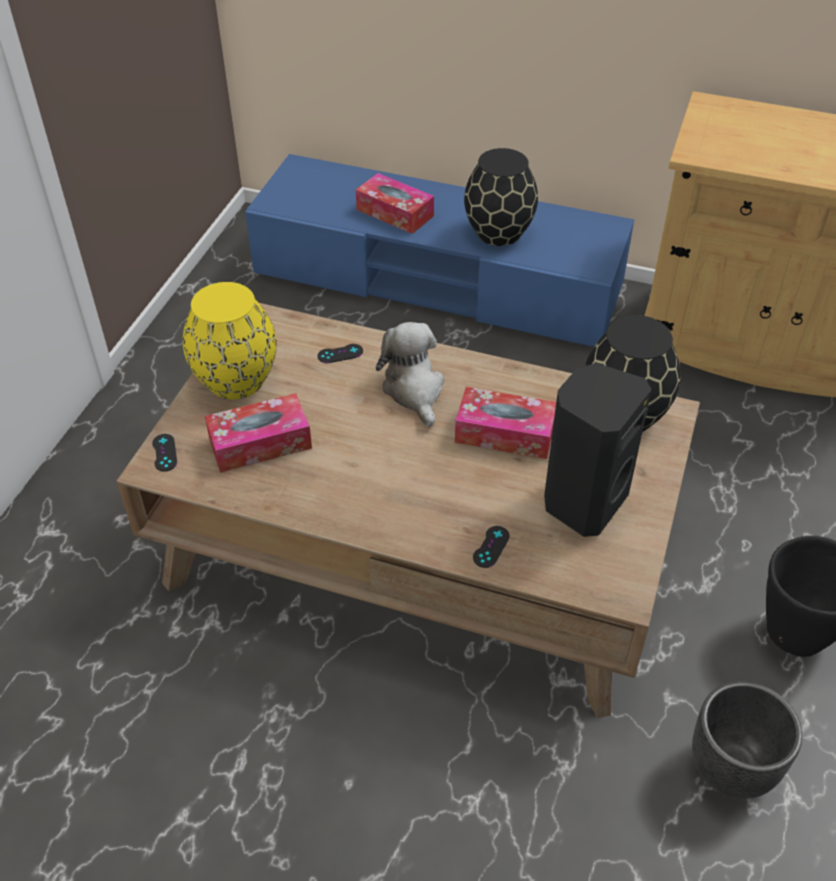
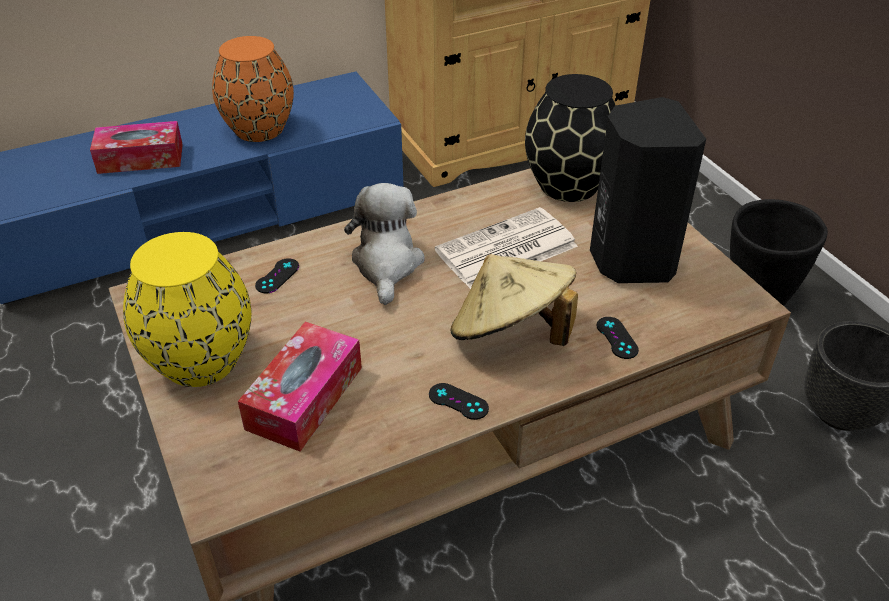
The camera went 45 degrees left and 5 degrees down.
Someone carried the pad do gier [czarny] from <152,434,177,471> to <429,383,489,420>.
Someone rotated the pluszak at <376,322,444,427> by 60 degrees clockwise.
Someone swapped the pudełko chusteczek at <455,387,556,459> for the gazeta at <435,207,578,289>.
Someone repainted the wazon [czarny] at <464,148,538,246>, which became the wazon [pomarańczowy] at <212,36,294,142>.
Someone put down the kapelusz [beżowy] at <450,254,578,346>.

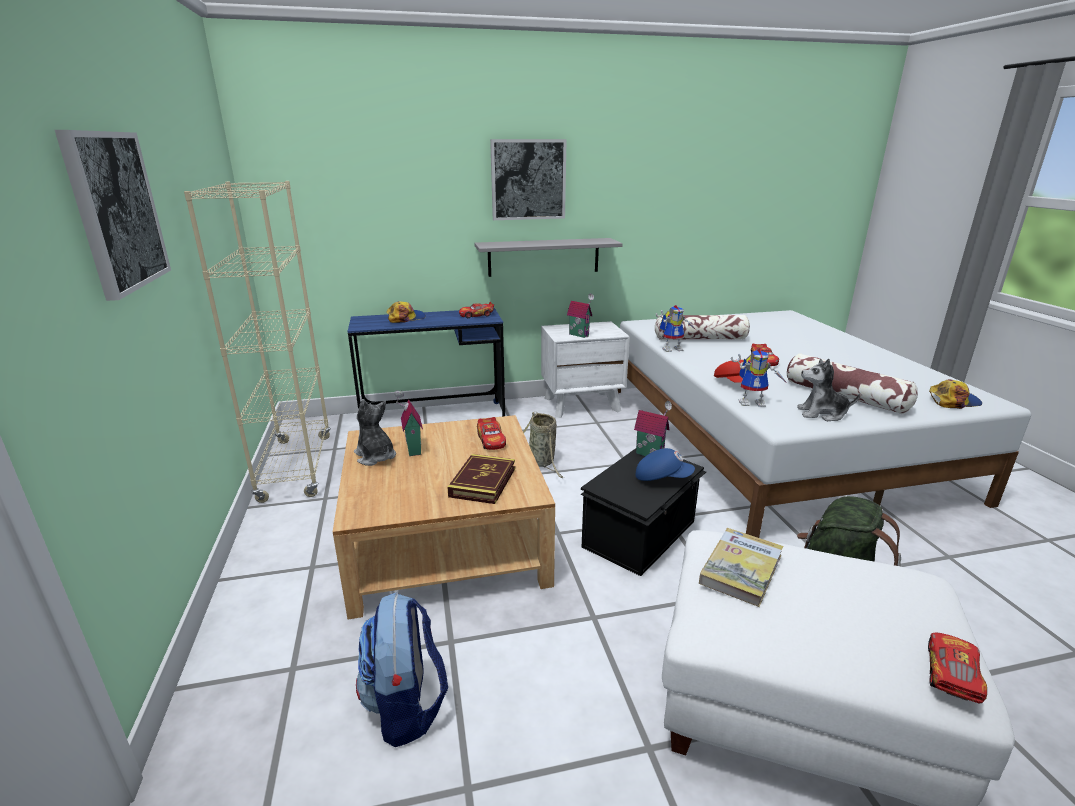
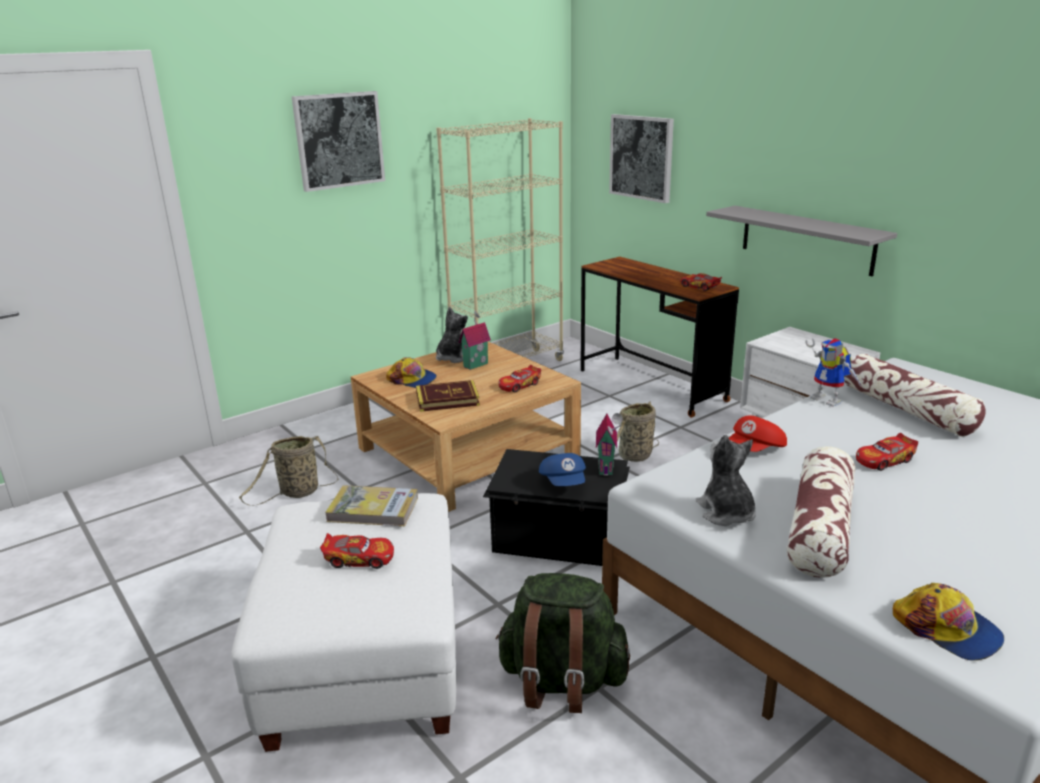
The camera went 65 degrees right and 0 degrees up.
Someone repainted the biurko [niebieski] at <347,308,505,417>, which became the biurko [brązowy] at <581,257,739,418>.
Someone swapped the plecak at <356,592,448,747> for the koszyk at <239,436,339,506>.
Someone carried the czapka z daszkiem from <386,301,426,323> to <386,357,437,388>.
Someone carried the obraz from <490,139,567,220> to <609,114,674,203>.
Someone took away the domek at <567,293,594,338>.
Someone took away the robot zabawkowy at <731,349,787,407>.
Someone carried the samochodzik from <928,632,987,703> to <320,533,394,569>.

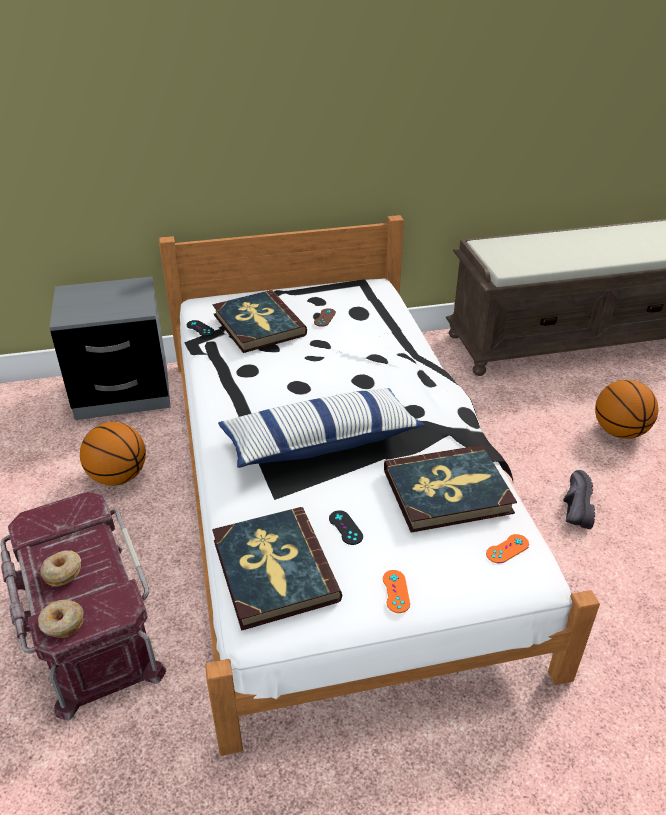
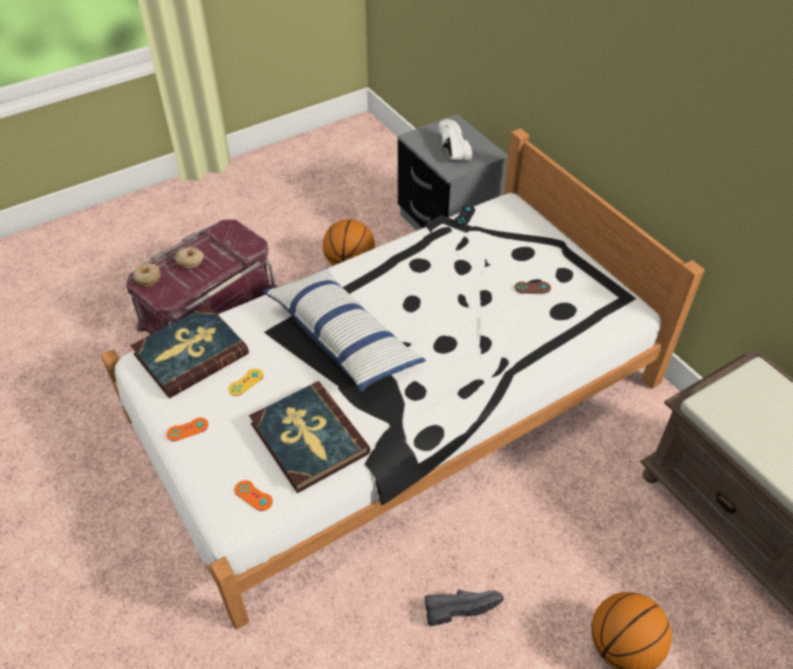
The camera went 70 degrees right and 10 degrees up.
Someone took away the książka at <213,290,307,353>.
Someone repainted the pad do gier [czarny] at <329,510,363,545>, which became the pad do gier [żółty] at <228,369,263,396>.
Someone put down the but [biały] at <439,119,472,161>.

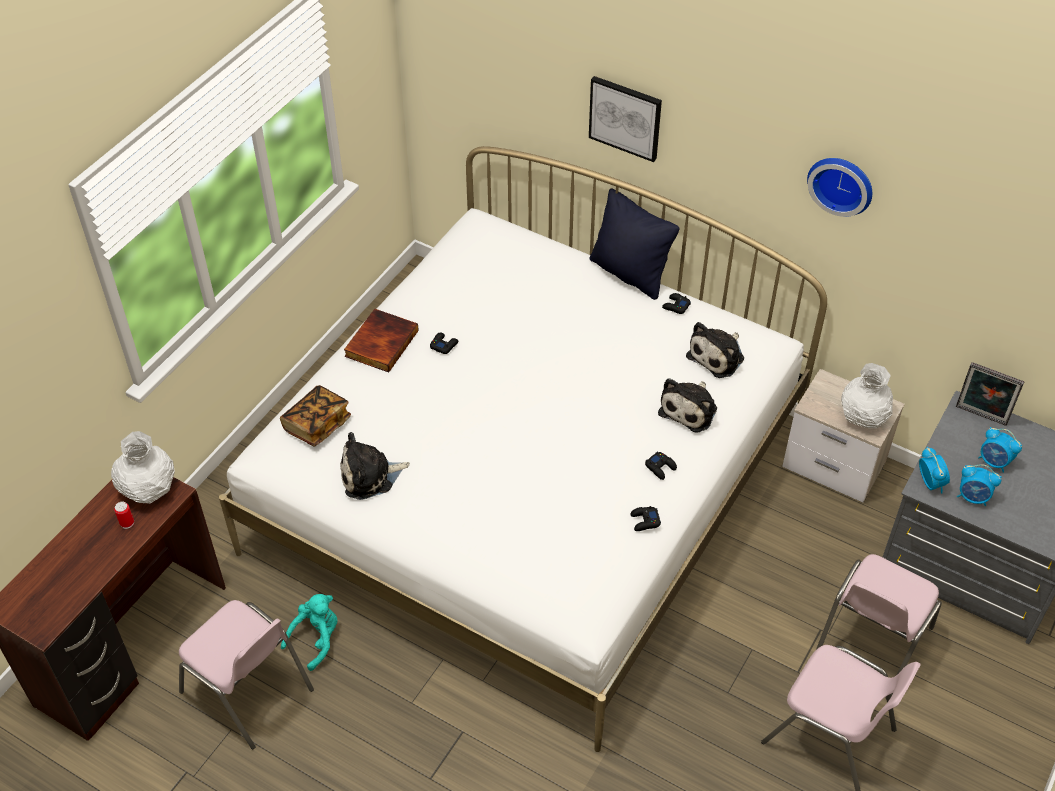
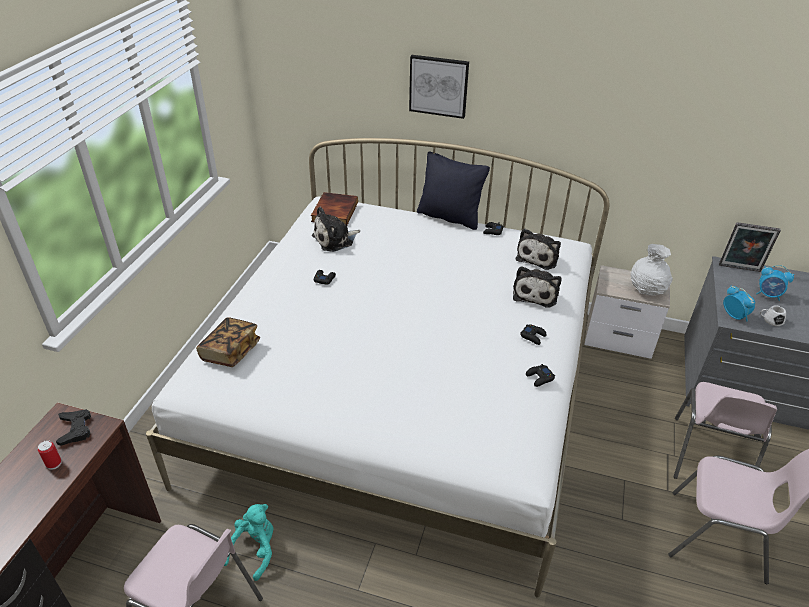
The camera went 15 degrees left and 10 degrees down.
Someone swapped the wazon [biały] at <111,431,175,504> for the pad do gier [czarny] at <56,409,91,446>.
Someone carried the pluszak from <340,432,410,500> to <312,207,360,252>.
Someone carried the książka from <344,309,419,372> to <311,192,358,225>.
Someone took away the zegar ścienny at <807,158,872,217>.
Someone swapped the budzik at <957,464,1001,506> for the kubek [biały] at <760,305,786,326>.

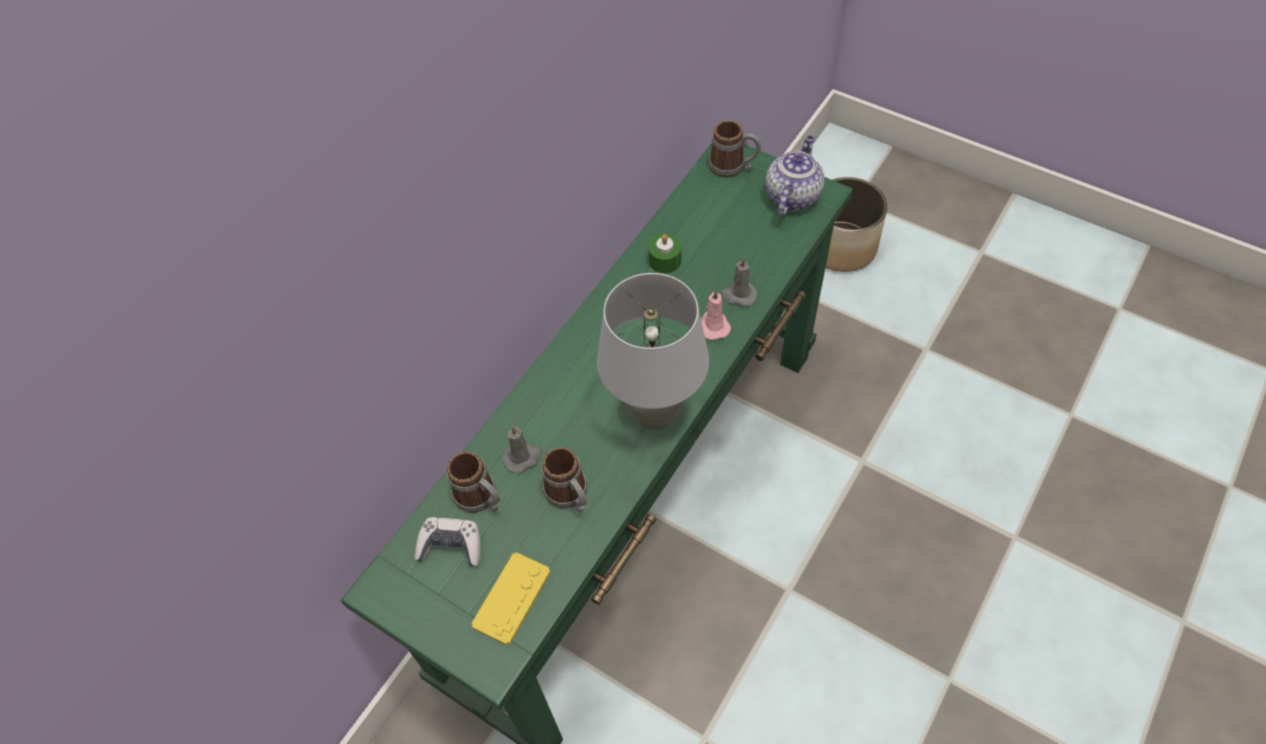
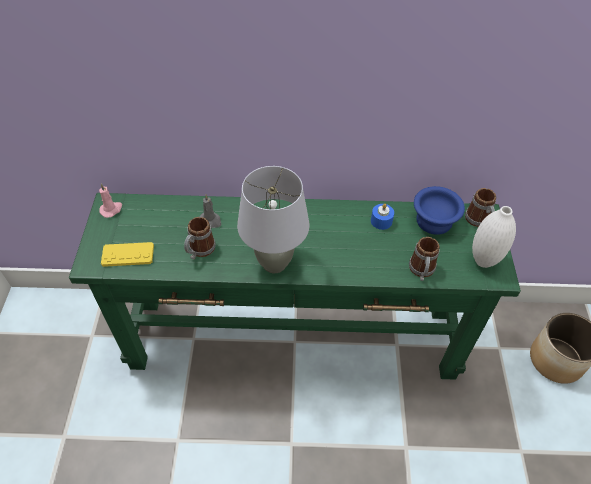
The camera went 55 degrees right and 5 degrees down.
Someone took away the pad do gier at <415,517,481,566>.
Someone carried the kubek from <447,452,500,513> to <409,237,440,281>.
Someone repainted the świeca [zielony] at <648,234,681,273>, which became the świeca [niebieski] at <371,204,394,230>.
Someone carried the świeca [różowy] from <701,290,731,340> to <99,183,122,218>.
Someone took away the świeca [szary] at <720,257,758,307>.
Someone swapped the imbryk at <765,135,824,217> for the wazon [biały] at <472,206,516,268>.
Someone put down the miska [niebieski] at <414,186,465,235>.

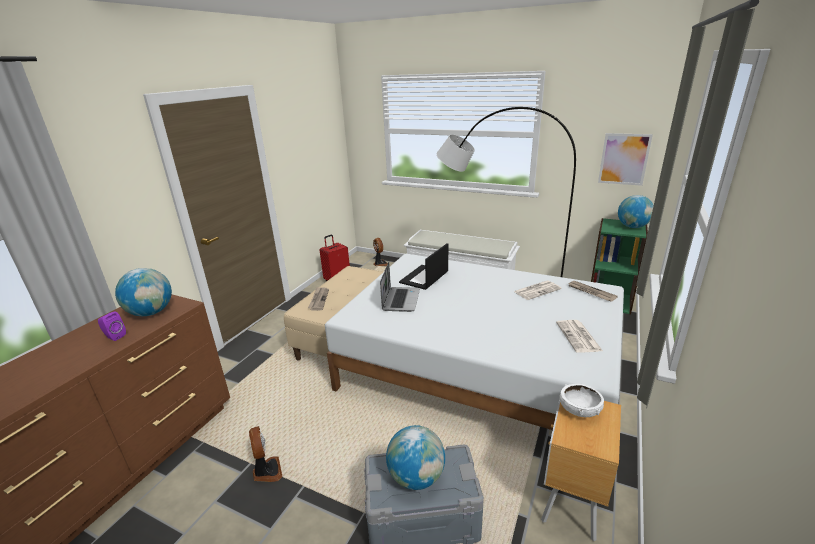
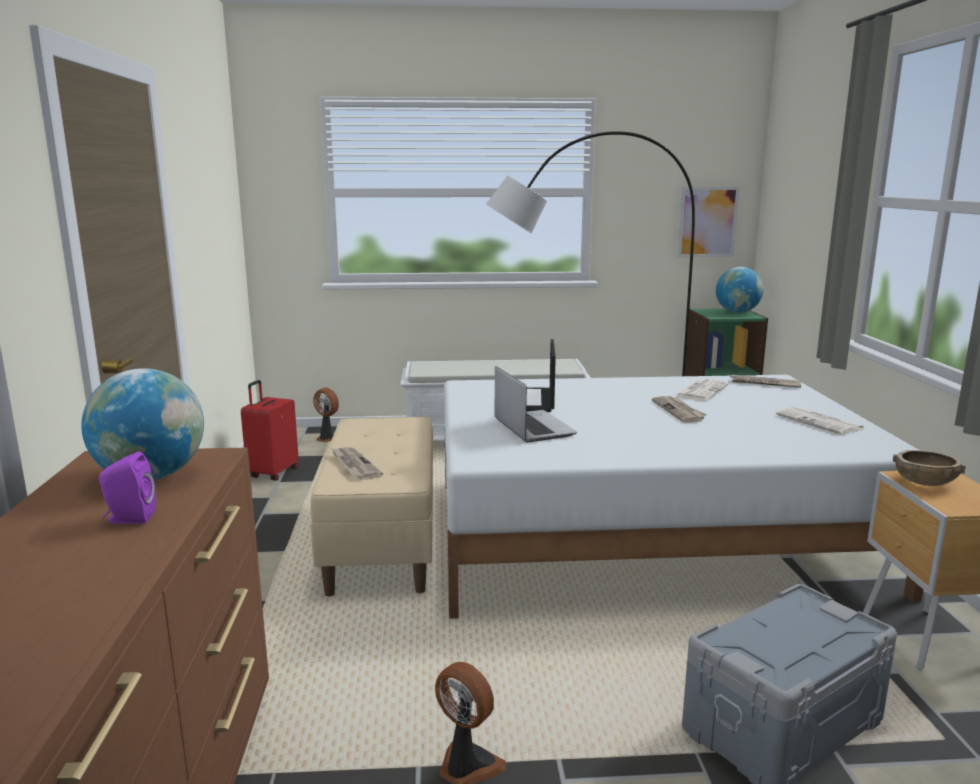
The camera went 30 degrees left and 10 degrees down.
Someone took away the globus at <386,425,445,490>.
Someone repainted the miska [biały] at <560,383,604,417>, which became the miska [brązowy] at <893,450,966,486>.
Someone put down the gazeta at <652,396,706,423>.

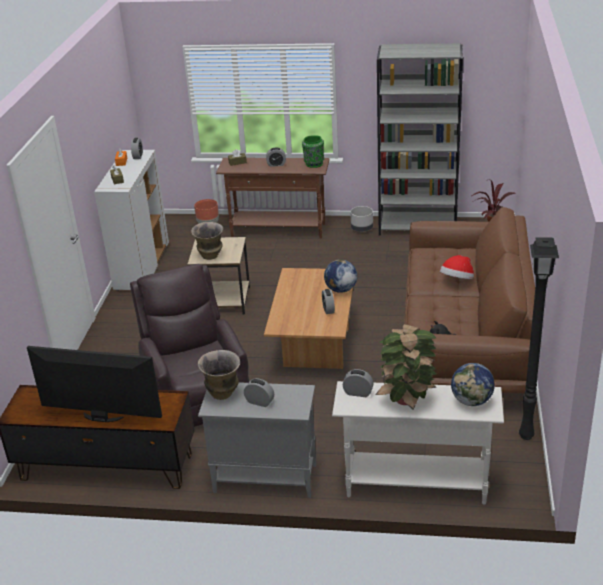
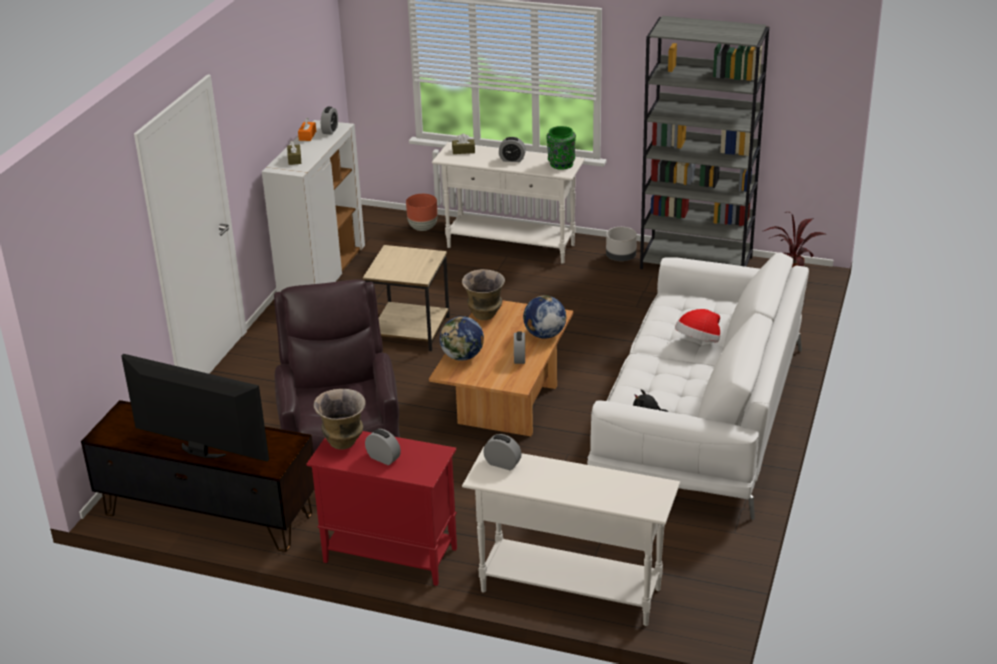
The camera went 10 degrees right and 0 degrees up.
Someone carried the wazon from <191,222,223,260> to <462,269,505,320>.
Someone repainted the szafka [szary] at <198,382,316,498>, which became the szafka [czerwony] at <307,431,457,586>.
Someone repainted the stolik konsolowy [brązowy] at <216,158,330,238>, which became the stolik konsolowy [biały] at <432,142,585,264>.
Someone took away the roślina doniczkowa at <375,324,436,409>.
Someone repainted the kanapa [brązowy] at <404,207,535,394>, which became the kanapa [biały] at <587,252,809,520>.
Someone carried the globus from <451,363,495,406> to <440,316,484,361>.
Someone took away the lampa stojąca [czarny] at <519,237,559,440>.

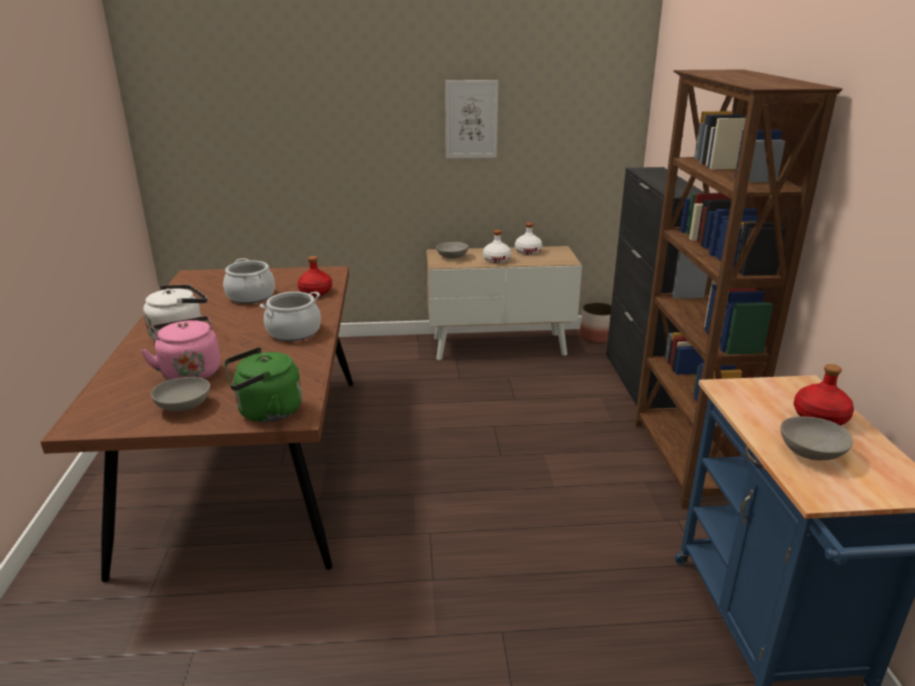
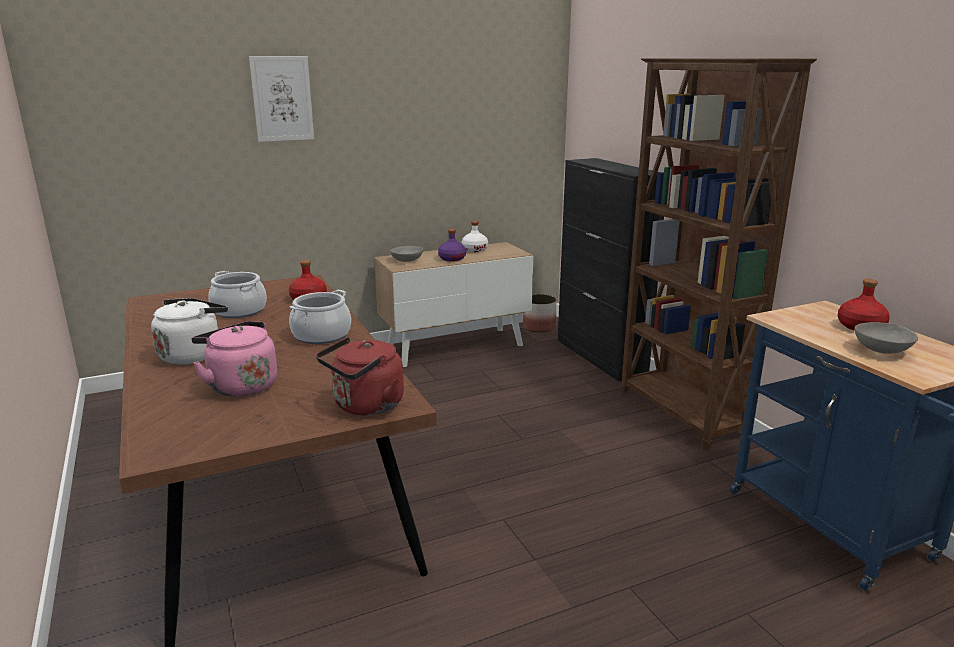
The camera went 20 degrees left and 5 degrees down.
Someone took away the miska [szary] at <151,377,210,411>.
Someone repainted the czajnik [zielony] at <224,347,302,422>, which became the czajnik [czerwony] at <316,337,404,415>.
Someone carried the obraz from <445,80,498,158> to <249,56,314,142>.
Someone repainted the butelka [biały] at <483,230,511,263>, which became the butelka [fioletowy] at <438,229,466,262>.

